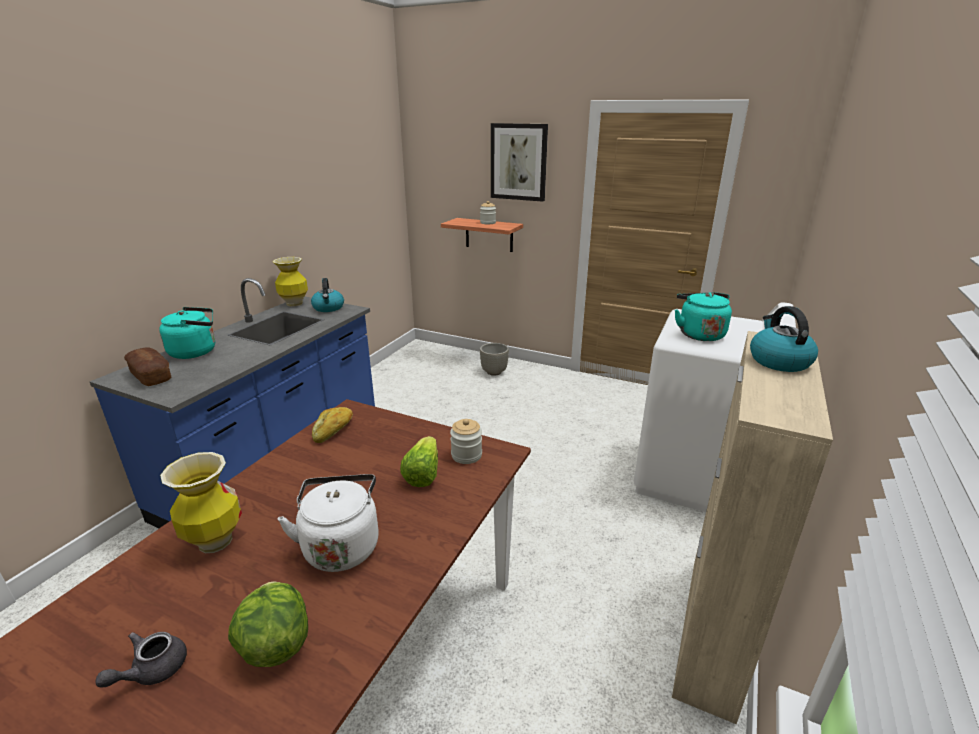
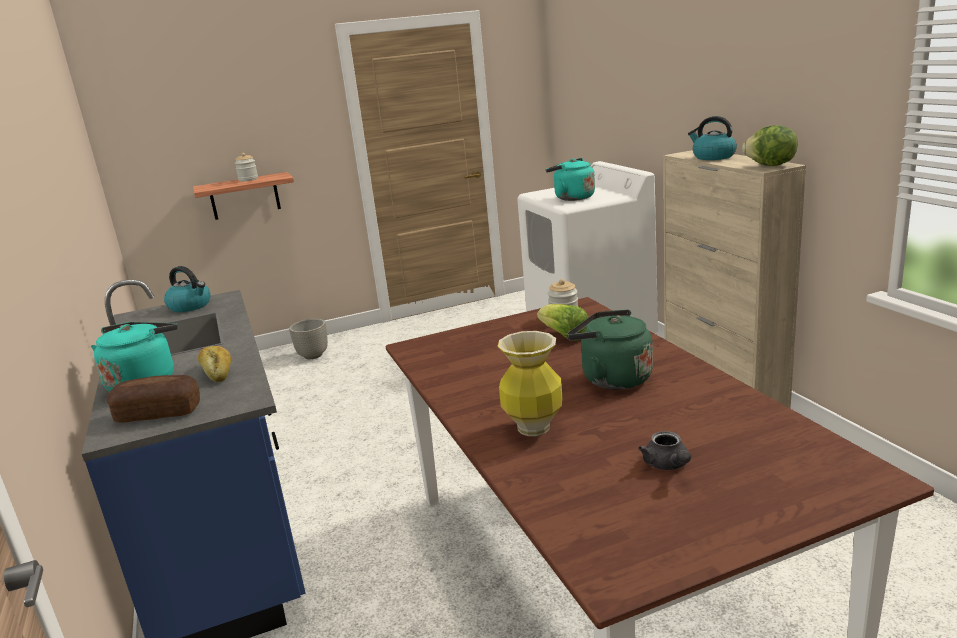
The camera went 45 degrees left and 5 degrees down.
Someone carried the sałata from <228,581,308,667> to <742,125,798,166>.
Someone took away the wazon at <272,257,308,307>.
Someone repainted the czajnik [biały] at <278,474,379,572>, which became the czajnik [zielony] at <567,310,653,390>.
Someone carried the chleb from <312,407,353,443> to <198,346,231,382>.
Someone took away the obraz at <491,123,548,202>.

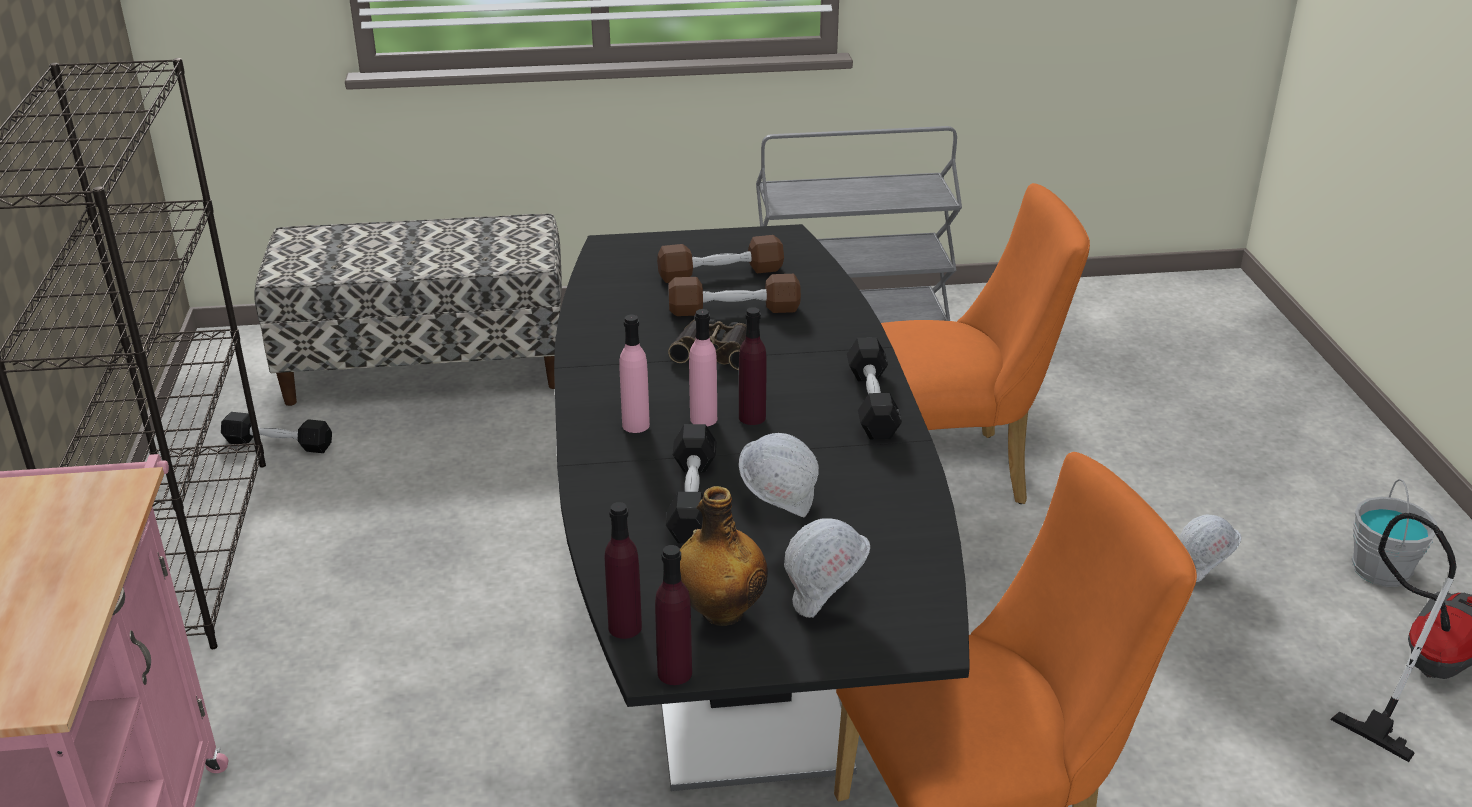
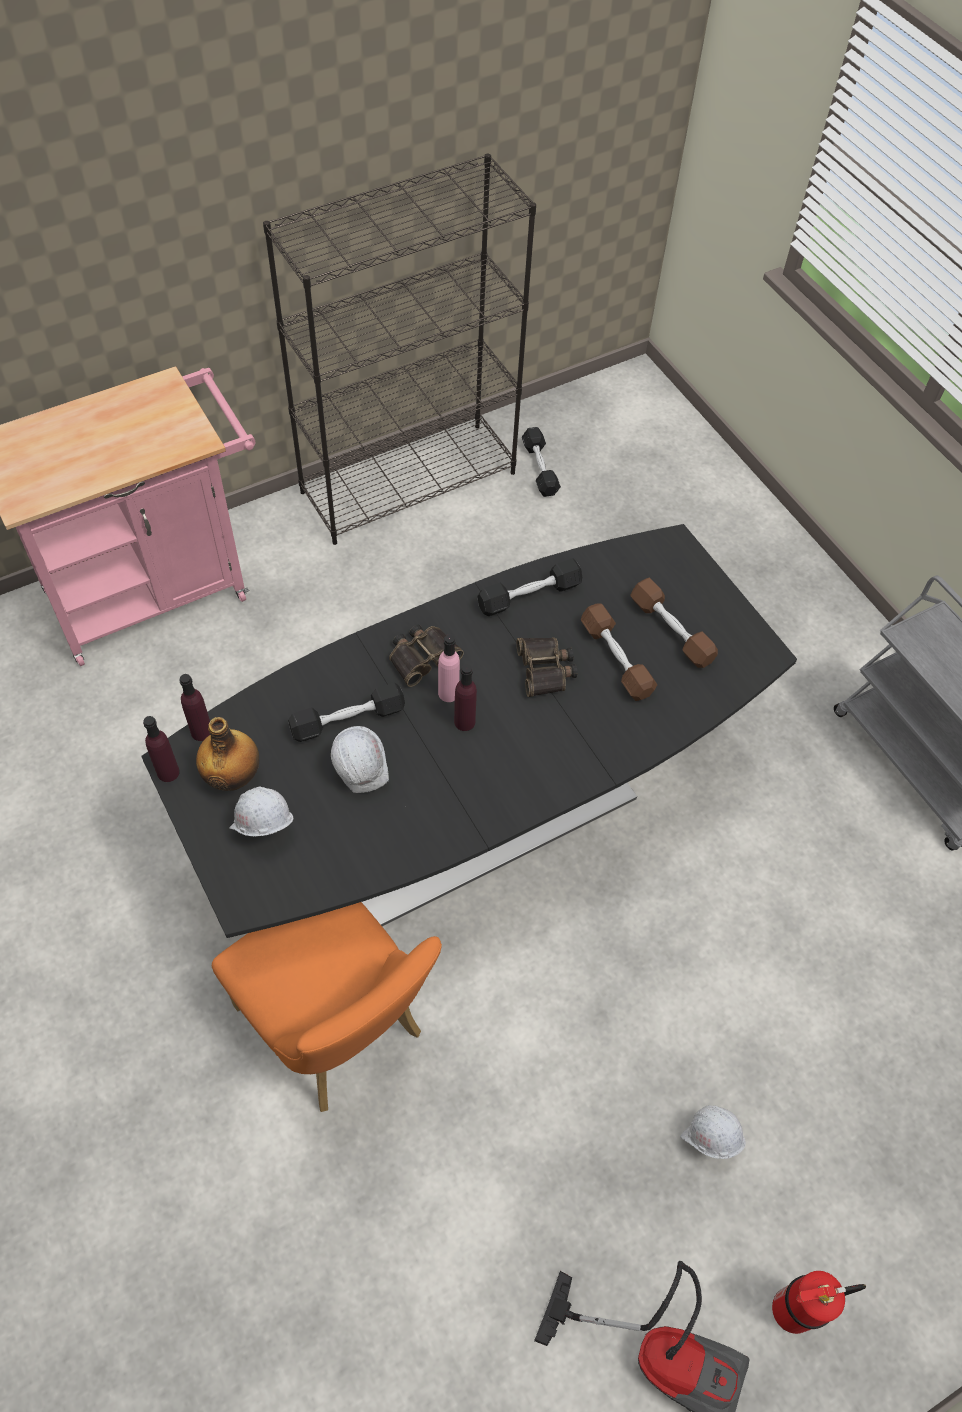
The camera went 65 degrees right and 25 degrees up.
Someone took away the ławka at <254,214,562,406>.
Someone swapped the butelka [różowy] at <619,315,650,433> for the lornetka at <389,625,464,687>.
Someone carried the hantel [czarny] from <847,338,902,440> to <477,558,582,616>.
Someone took away the krzesło [pomarańczowy] at <881,183,1090,504>.
Someone swapped the wiadro [szary] at <1352,479,1437,587> for the gaśnica at <772,1271,866,1334>.

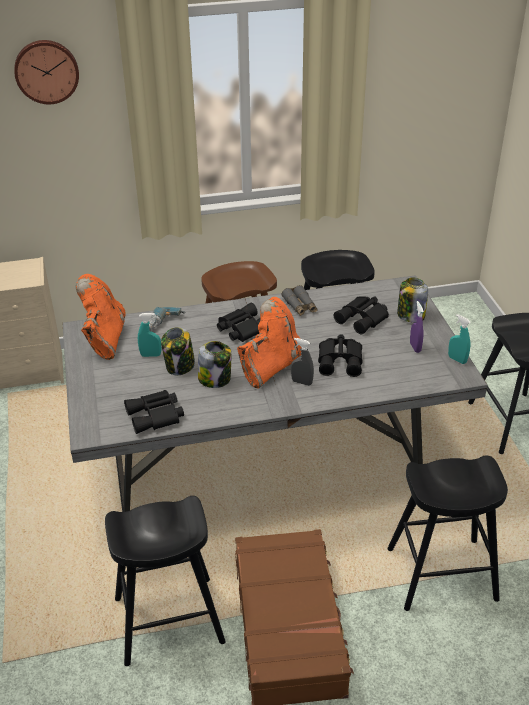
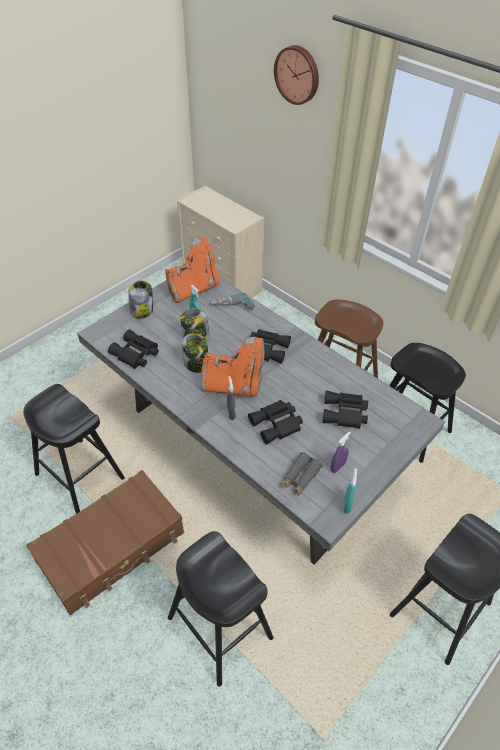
The camera went 55 degrees right and 10 degrees up.
Someone carried the lornetka [szary] from <282,285,317,316> to <280,452,322,496>.
Someone carried the słoik from <397,278,428,323> to <128,281,153,319>.

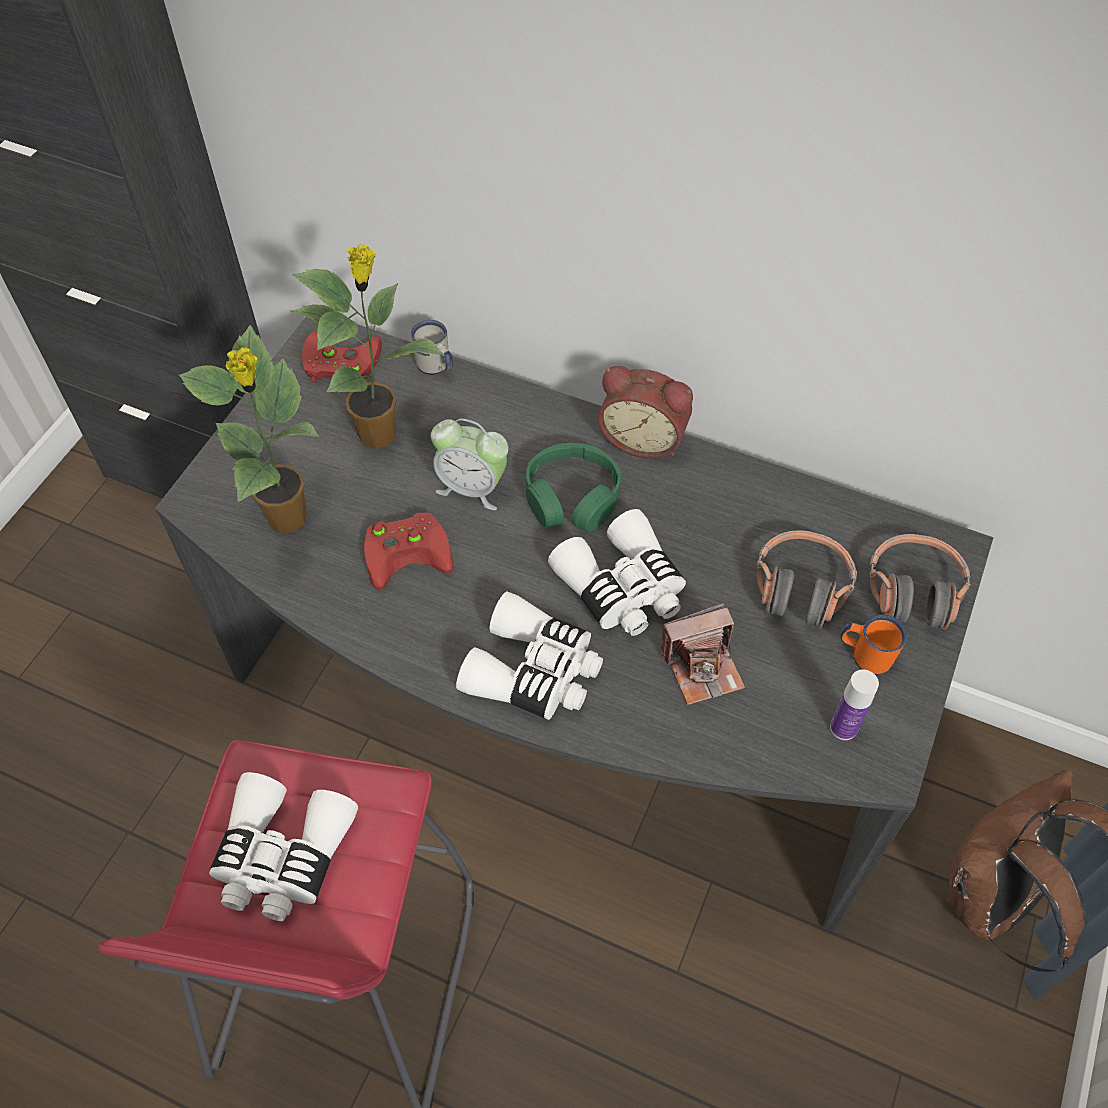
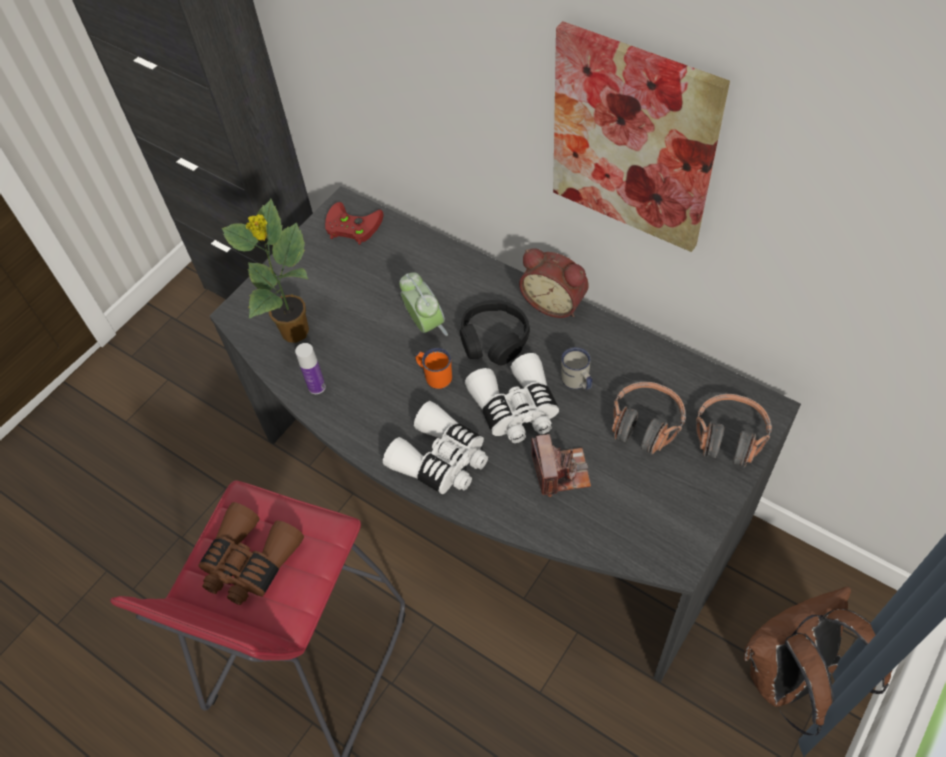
The camera went 15 degrees right and 0 degrees up.
Someone repainted the lornetka [biały] at <209,772,358,921>, which became the lornetka [brązowy] at <198,502,304,605>.
Someone took away the roślina doniczkowa at <290,244,444,449>.
Someone took away the pad do gier [czerwony] at <364,513,453,590>.
Someone carried the kubek [biały] from <411,320,453,375> to <561,347,593,390>.
Someone rotated the budzik at <431,419,508,510> by 150 degrees counterclockwise.
Someone repainted the słuchawki [zielony] at <526,443,621,532>, which became the słuchawki [czarny] at <460,300,530,365>.
Someone rotated the aparat fotograficzny at <660,603,745,705> by 90 degrees counterclockwise.
Someone carried the butelka from <830,669,879,740> to <295,343,326,394>.
Someone carried the kubek [pomarańczowy] from <841,615,907,675> to <415,348,452,390>.
Someone put up the obraz at <553,21,730,252>.

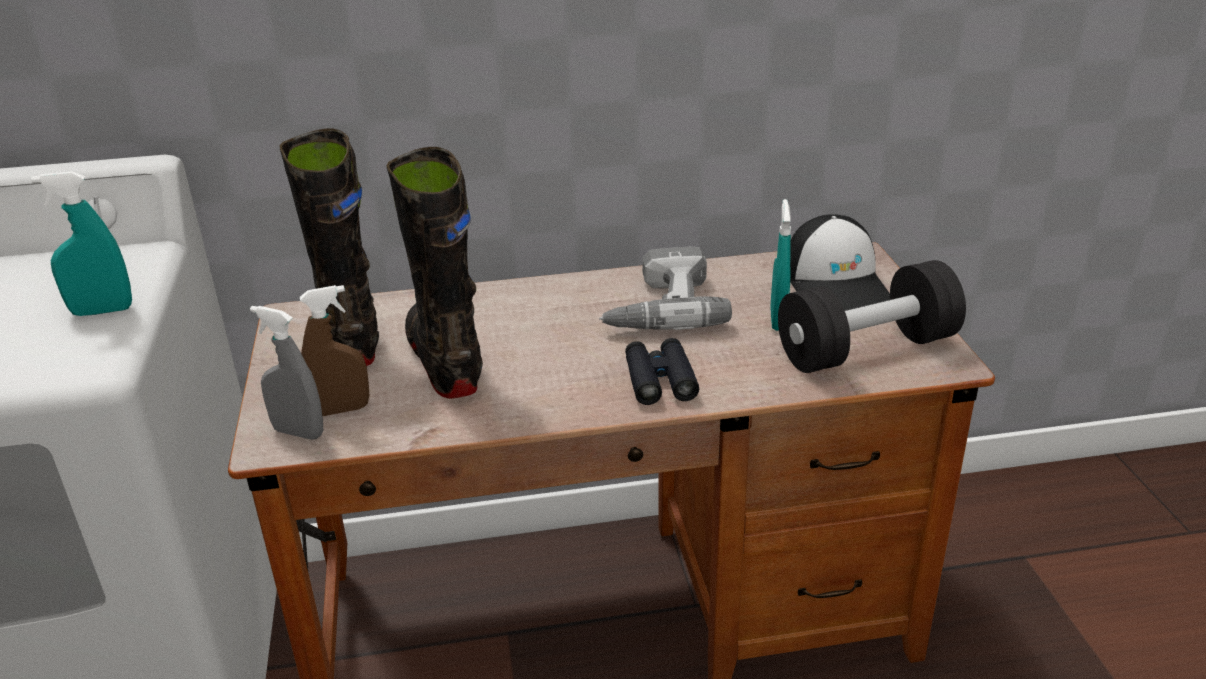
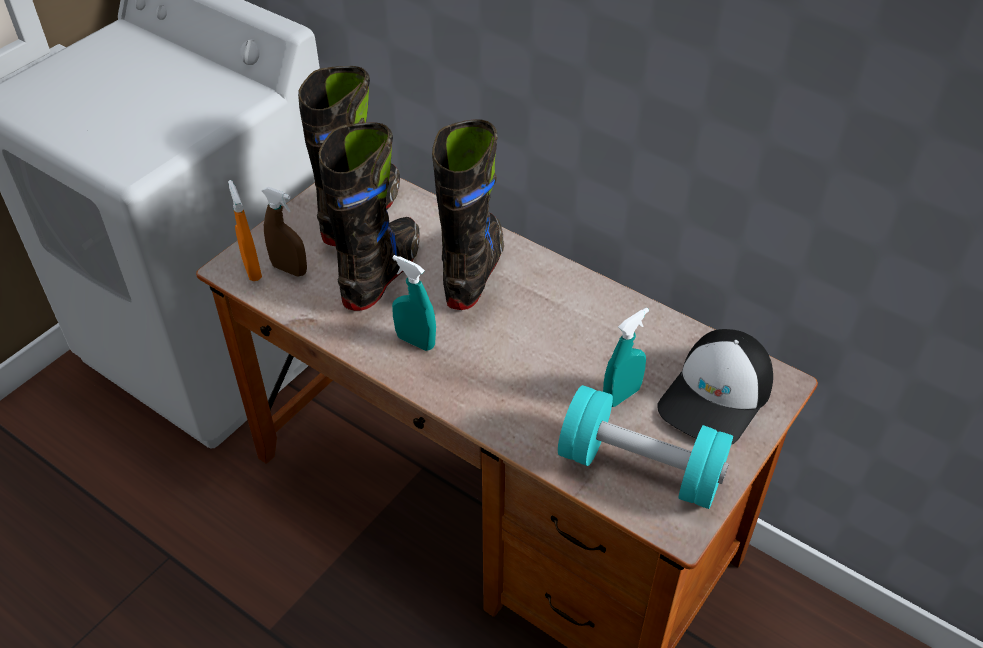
The camera went 45 degrees right and 15 degrees up.
Someone carried the spryskiwacz [turkusowy] from <31,171,132,316> to <392,255,436,351>.
Someone repainted the spryskiwacz [szary] at <250,306,323,440>, which became the spryskiwacz [pomarańczowy] at <228,180,262,281>.
Someone took away the wiertarka at <599,247,732,330>.
Someone took away the lornetka [czarny] at <625,338,699,405>.
Someone repainted the hantel [czarny] at <778,260,966,373>, which became the hantel [turkusowy] at <558,385,733,509>.
Someone put down the but z cholewką [czarny] at <432,119,504,310>.

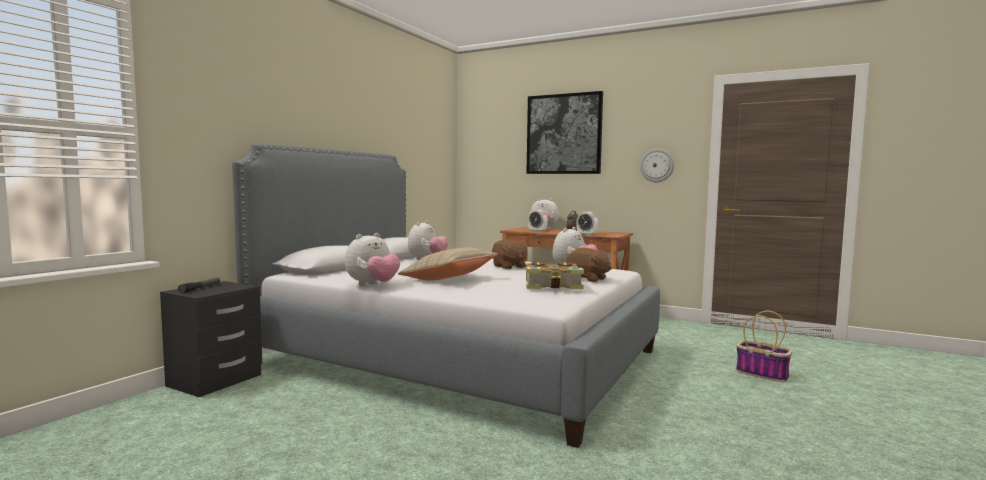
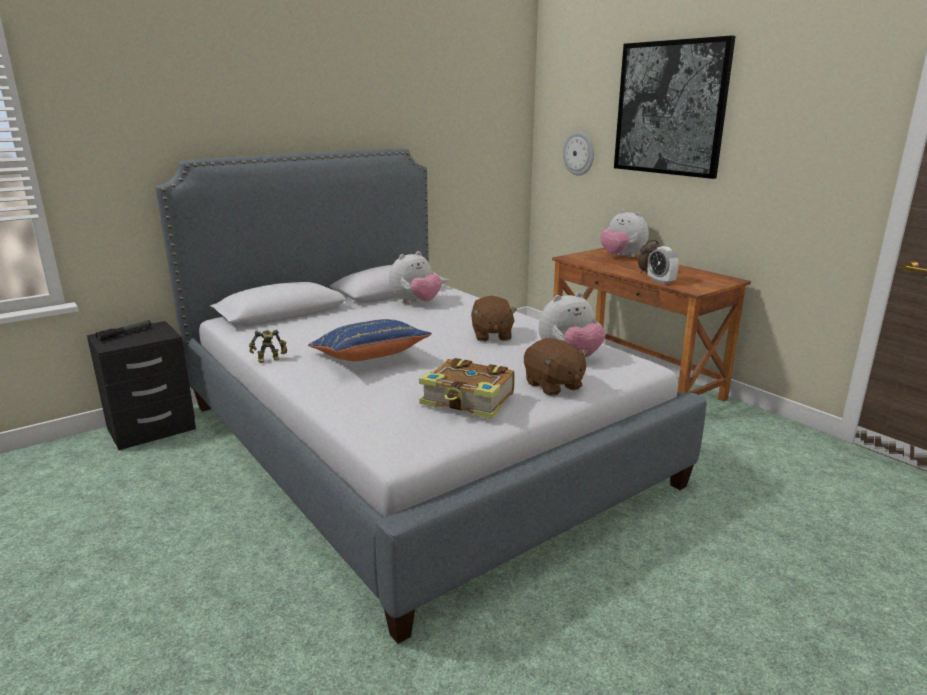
The camera went 25 degrees right and 15 degrees up.
Someone swapped the pluszak at <345,233,400,286> for the robot zabawkowy at <249,329,287,363>.
Someone repainted the poduszka [beżowy] at <398,247,498,280>, which became the poduszka [niebieski] at <308,319,432,361>.
Someone took away the budzik at <528,210,548,232>.
Someone carried the zegar ścienny from <640,149,674,182> to <563,132,594,176>.
Someone took away the koszyk at <736,311,792,382>.

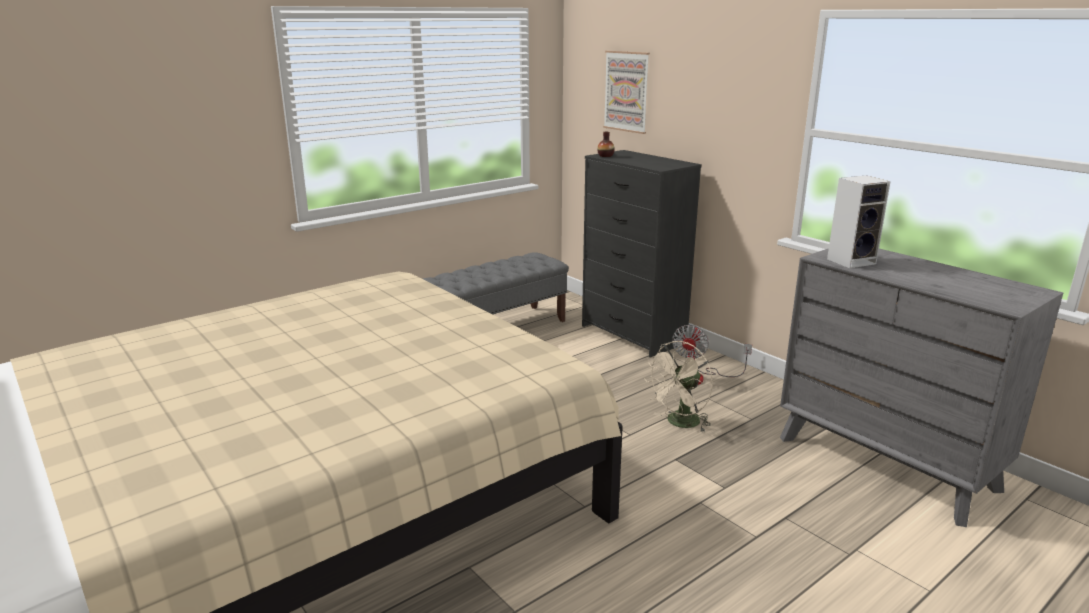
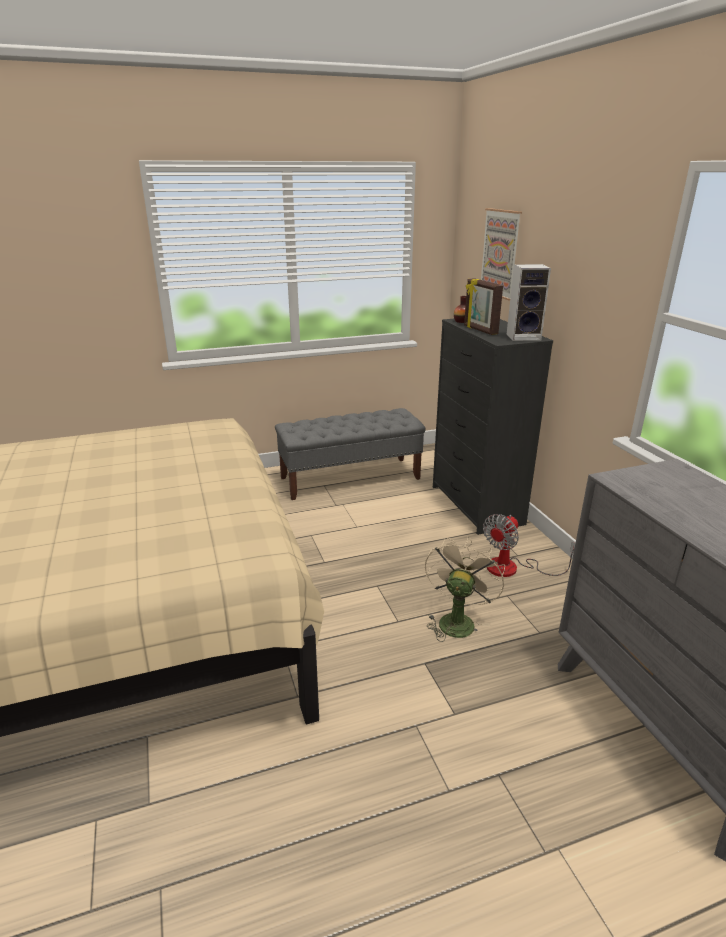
The camera went 20 degrees right and 5 degrees up.
Someone rotated the wentylator [beżowy] at <644,341,713,433> by 135 degrees clockwise.
Someone carried the głośnik from <827,175,891,268> to <507,264,551,341>.
Someone put down the ramka na zdjęcie at <464,278,503,335>.

